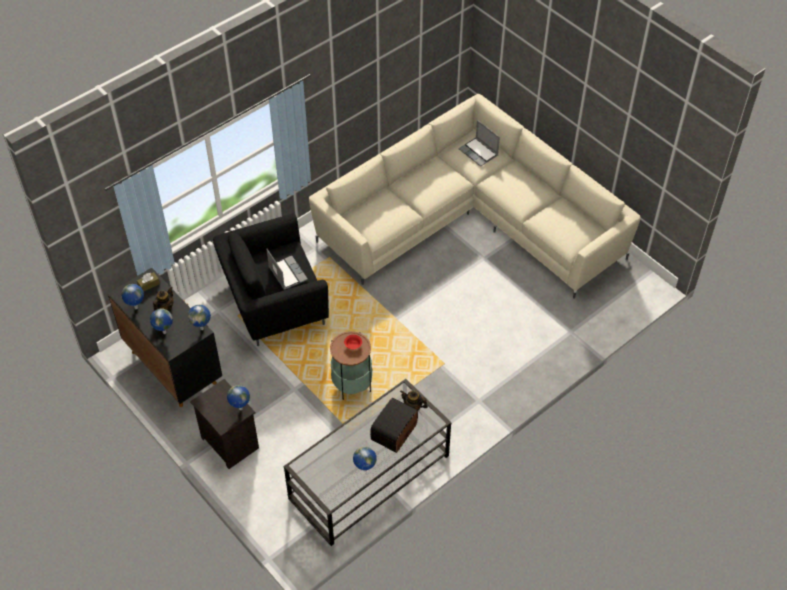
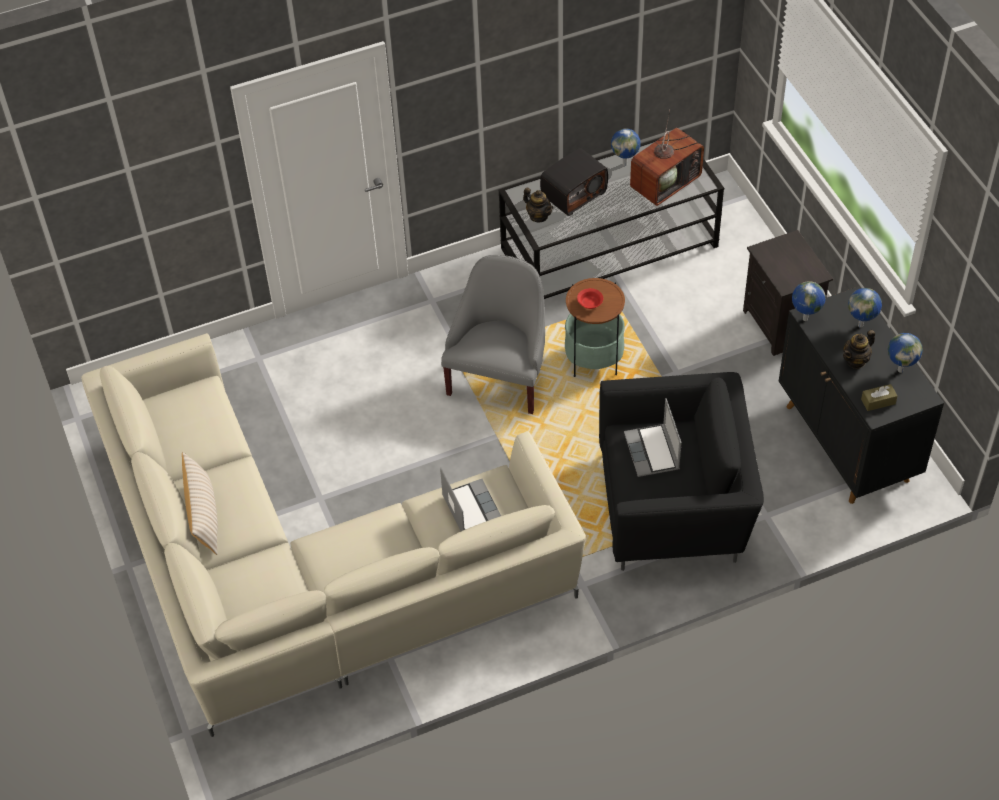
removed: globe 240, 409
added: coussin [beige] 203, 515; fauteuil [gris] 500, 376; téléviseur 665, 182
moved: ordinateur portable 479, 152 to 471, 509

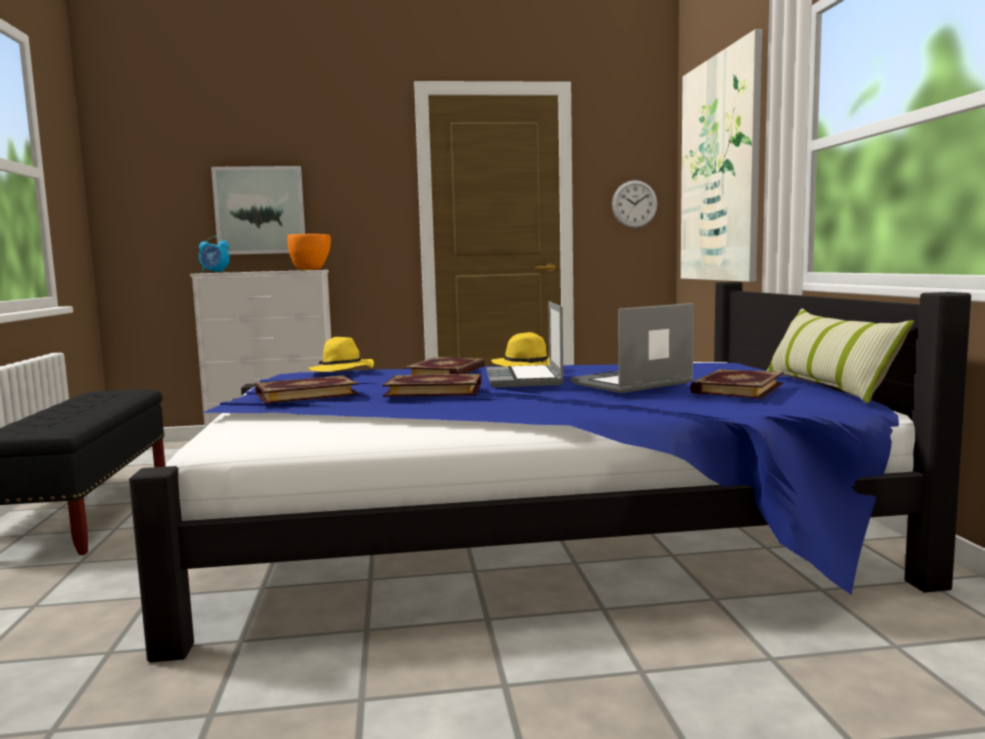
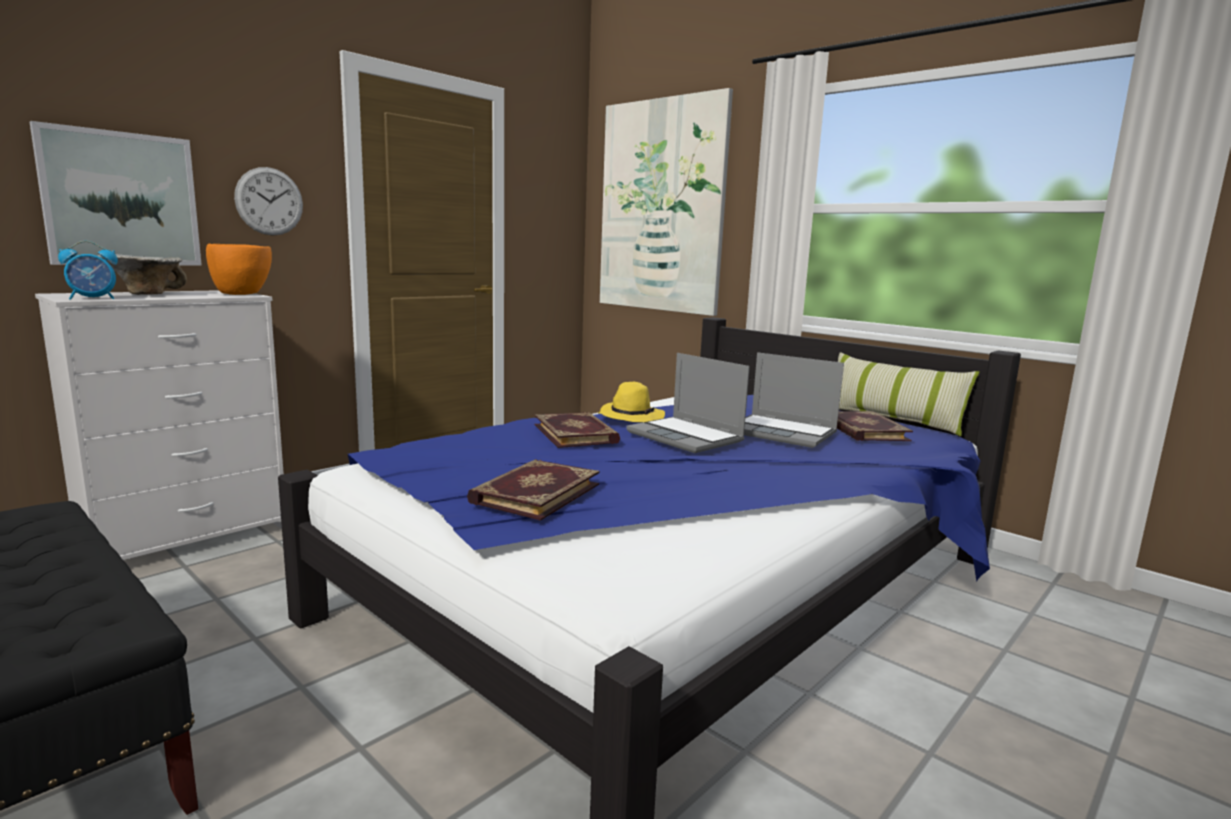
removed: chapeau [jaune] 342, 371; livre 434, 390
added: bol 146, 293
moved: horloge murale 634, 204 to 269, 201
turned: ordinateur portable 632, 383 = 783, 433 75 degrees counterclockwise

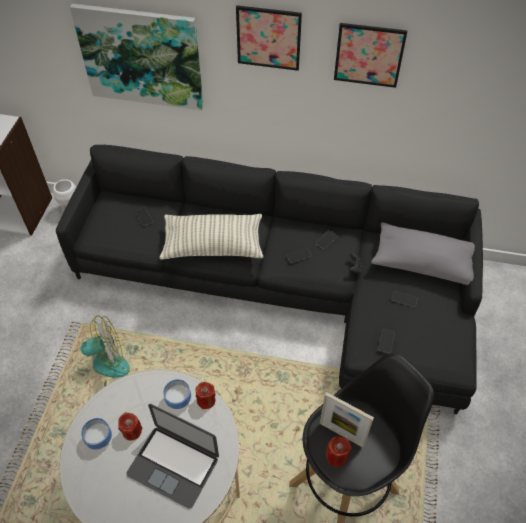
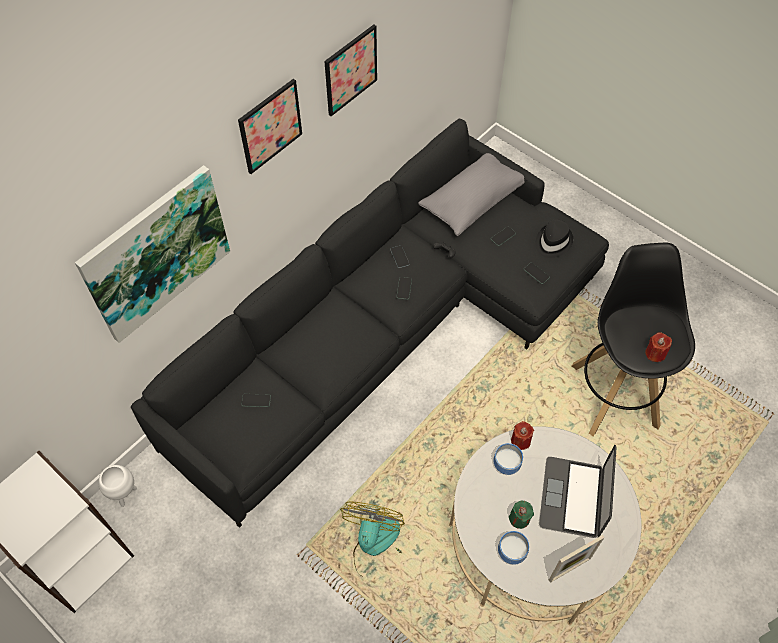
removed: coussin 213, 245
added: chapeau [noir] 552, 242
moved: cadre photo 341, 434 to 569, 569
recoloured: bougie [rouge] 132, 431 to bougie [vert] 519, 518
turned: ordinateur portable 173, 465 = 572, 497 135 degrees clockwise

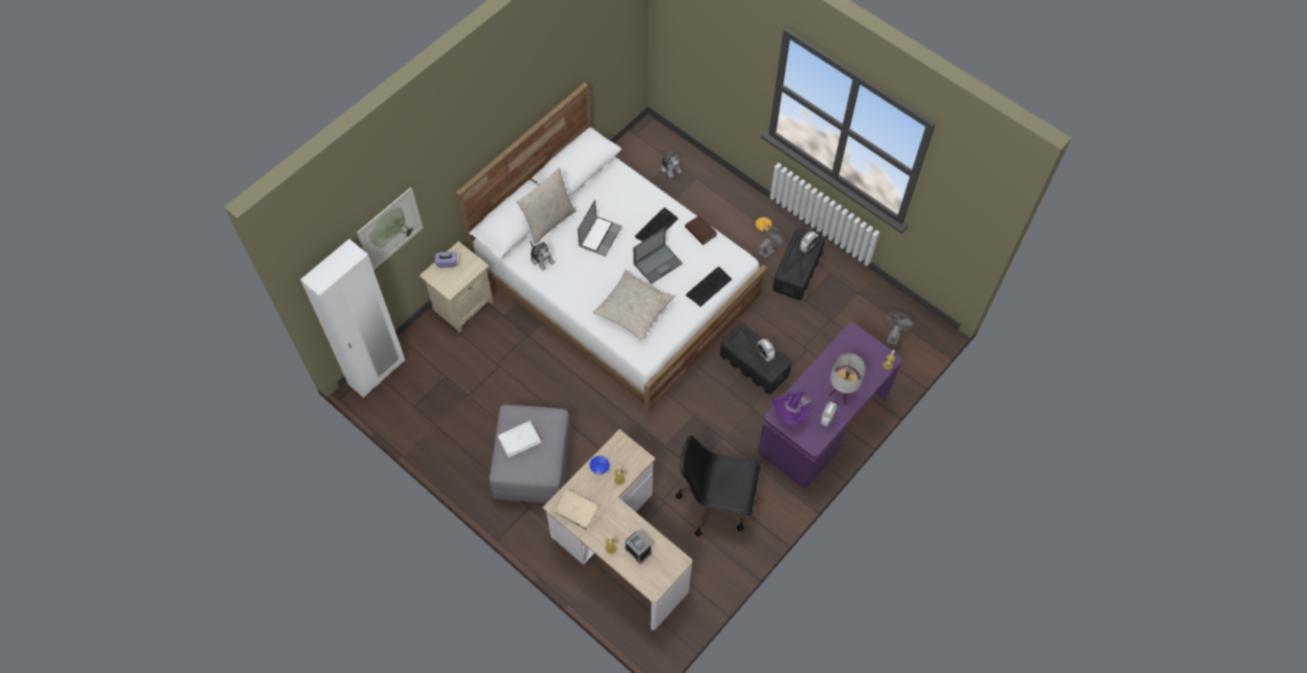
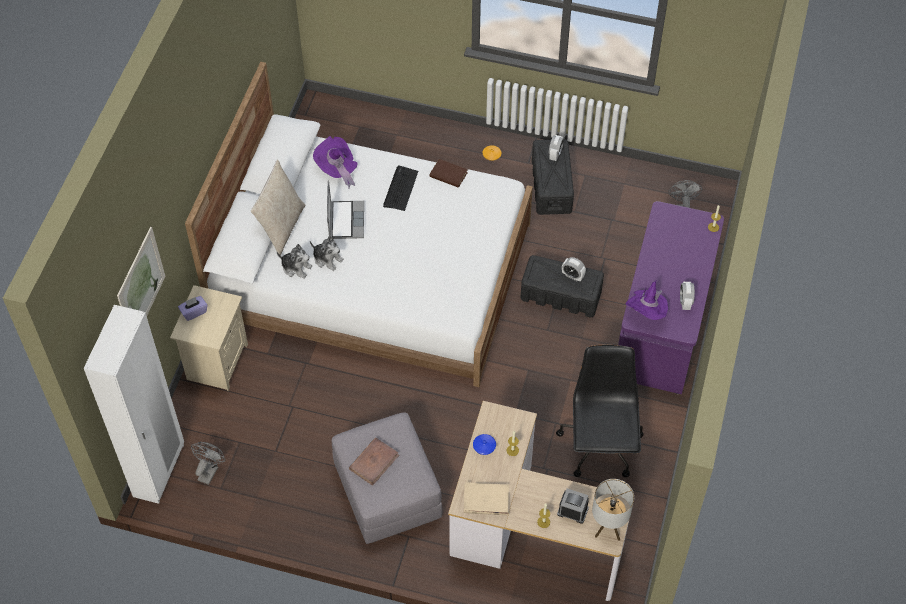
removed: coussin [beige] 633, 309; ordinateur portable 658, 263; clavier 709, 287
added: chapeau [violet] 337, 169
moved: peluche 670, 168 to 327, 259; ventilateur [gris] 769, 250 to 209, 470; lampe de table 841, 393 to 608, 527
recoloured: livre [blanc] 519, 439 to livre [marron] 374, 462
turned: chaise de bureau [noir] 716, 503 = 600, 446 105 degrees clockwise

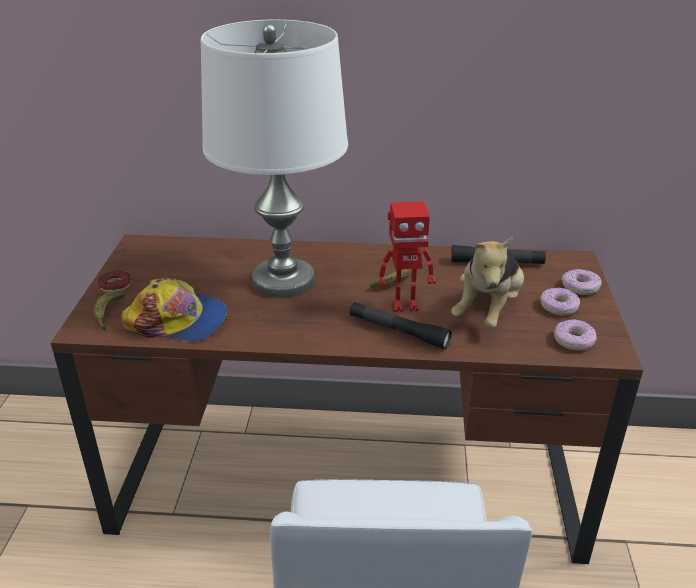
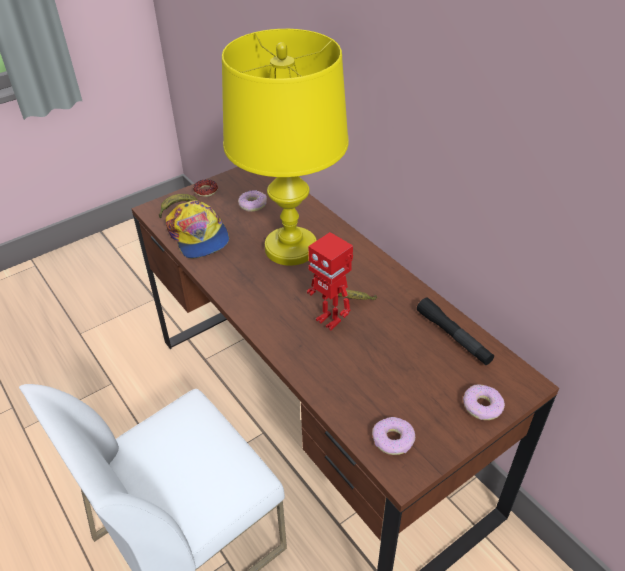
removed: lampe de poche [noir] 398, 331; peluche 488, 310
moved: beignet 558, 307 to 252, 204
recoloured: lampe de table [blanc] 283, 280 to lampe de table [jaune] 291, 248

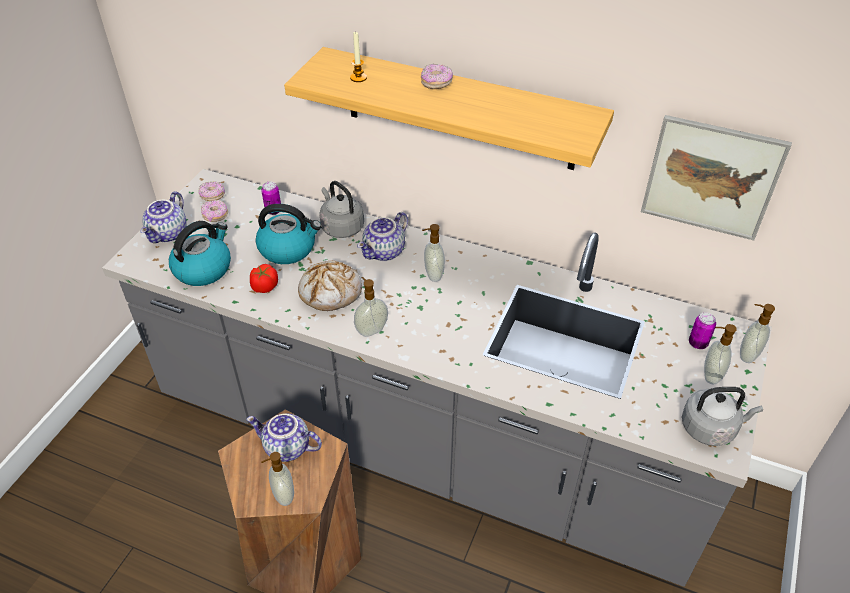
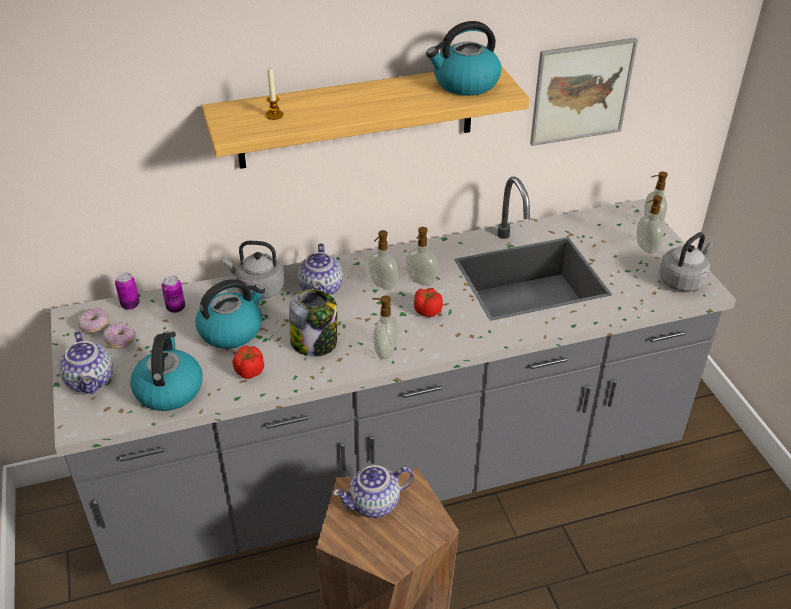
removed: beignet 436, 83
added: tomate 427, 311; bouilloire 465, 84
moved: distributeur de savon 283, 495 to 421, 281; boîte métallique 697, 343 to 130, 305
replaced: pain 331, 292 to bocal 315, 343

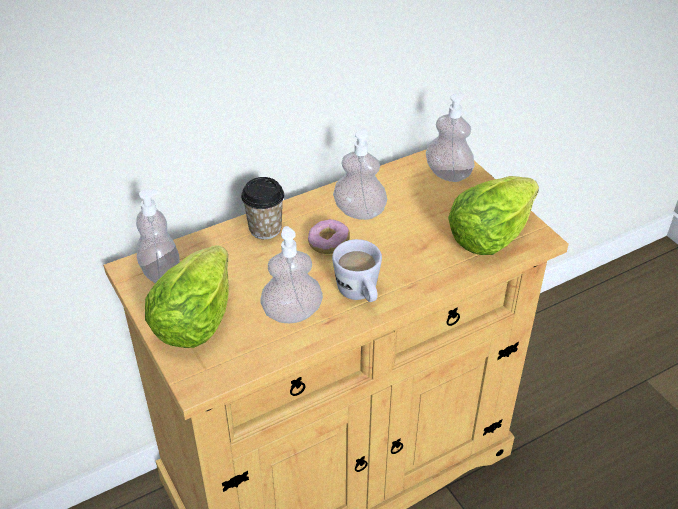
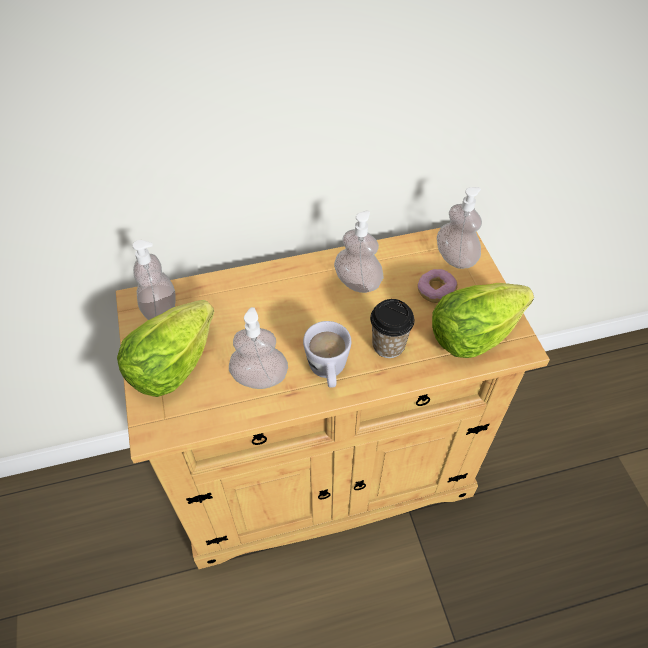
moved: tasse 265, 229 to 388, 345; beignet 328, 243 to 436, 291

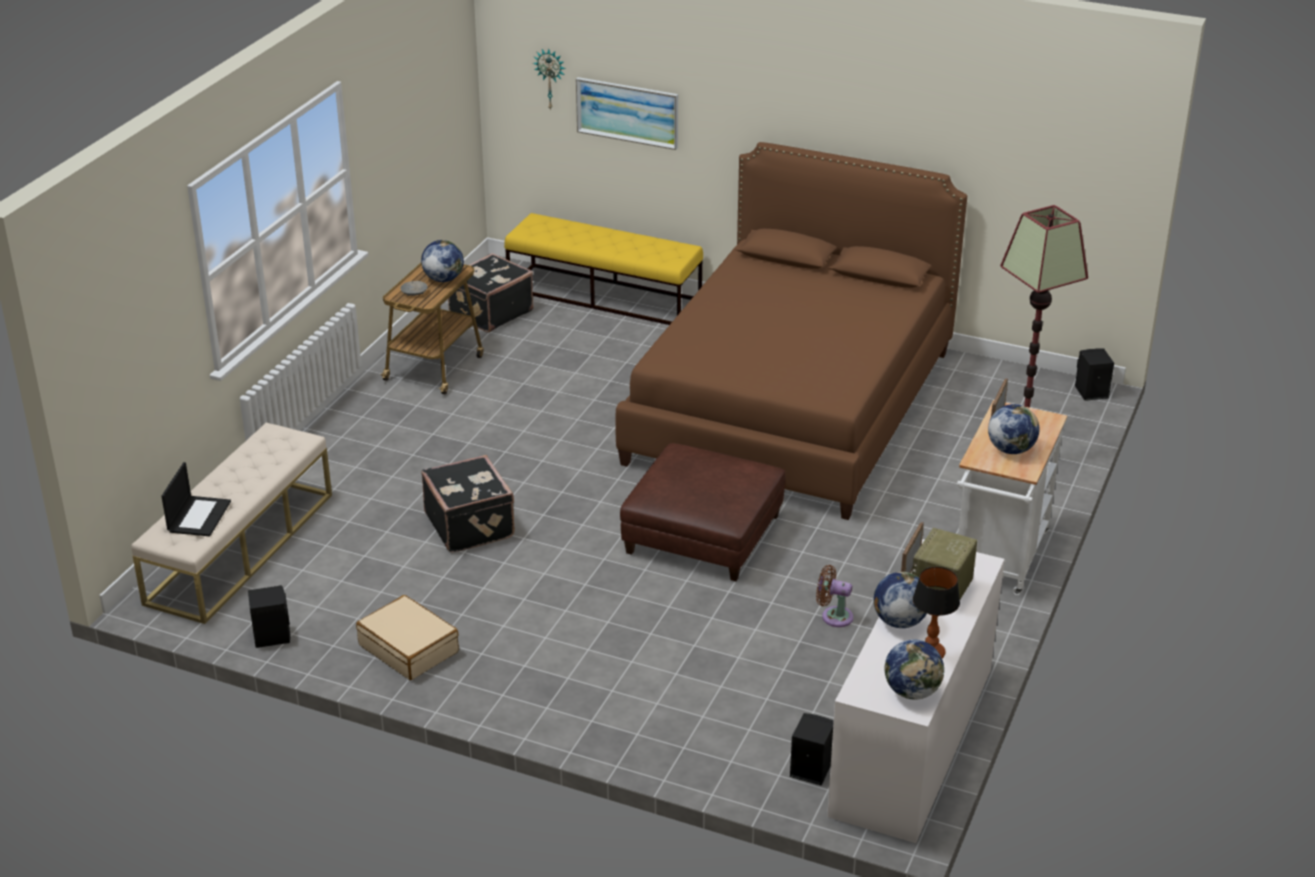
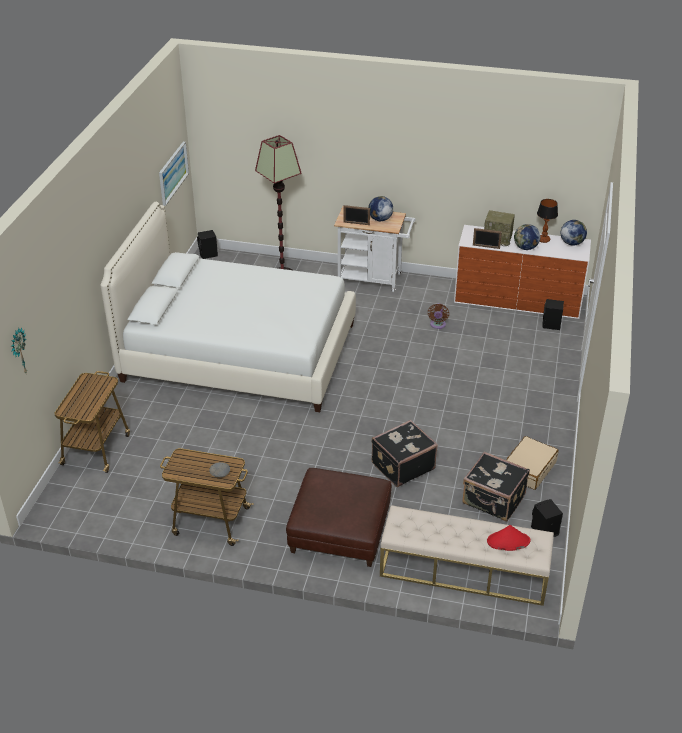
removed: globe 443, 279
moved: valise [noir] 490, 312 to 493, 500; tableau 627, 112 to 173, 173; pouf [marron] 704, 534 to 339, 530
replaced: ordinateur portable 199, 516 to chapeau [rouge] 508, 541; banc [jaune] 604, 296 to chariot 96, 448
recoloured: lit [marron] 791, 406 to lit [blanc] 239, 352

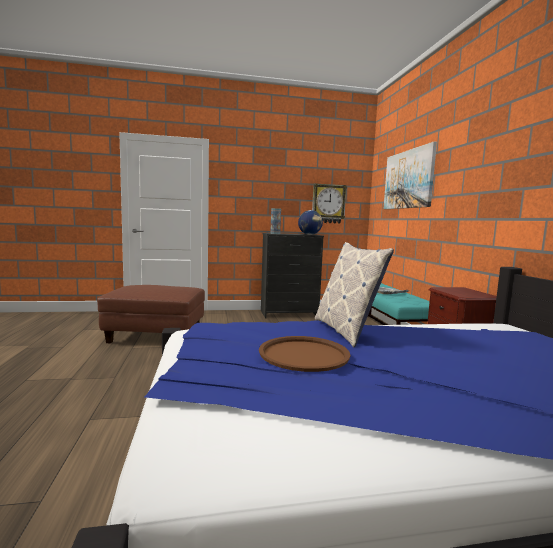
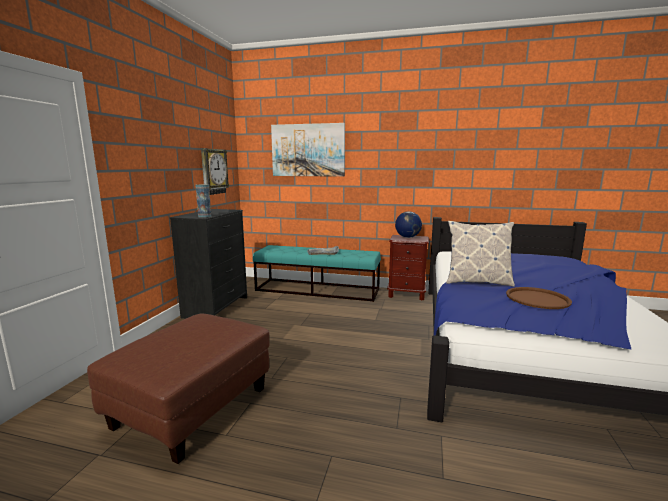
moved: globe 310, 234 to 407, 237

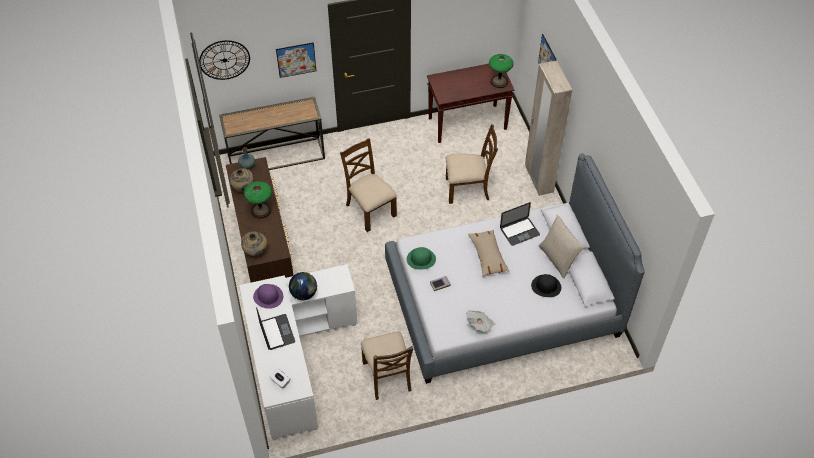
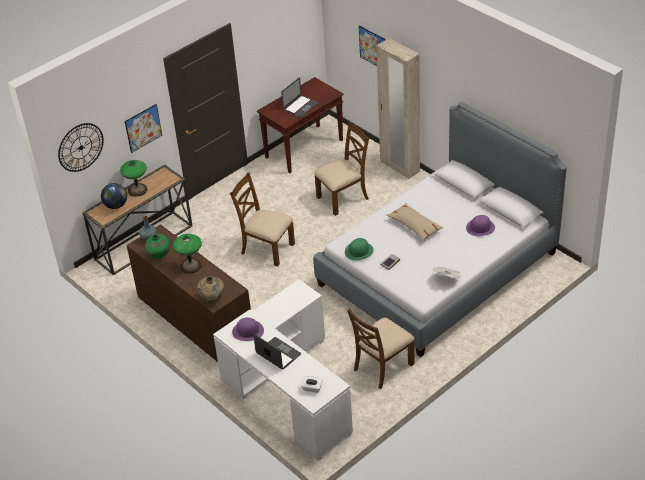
removed: coussin [beige] 558, 259
moved: globe 304, 294 to 116, 205; lampe de table 499, 82 to 137, 190; ordinateur portable 519, 231 to 300, 106
recoloured: vase [beige] 243, 189 to vase [vert] 159, 256; chapeau [noir] 546, 286 to chapeau [violet] 480, 228
turned: chaise [marron] 387, 376 = 382, 367 90 degrees clockwise

